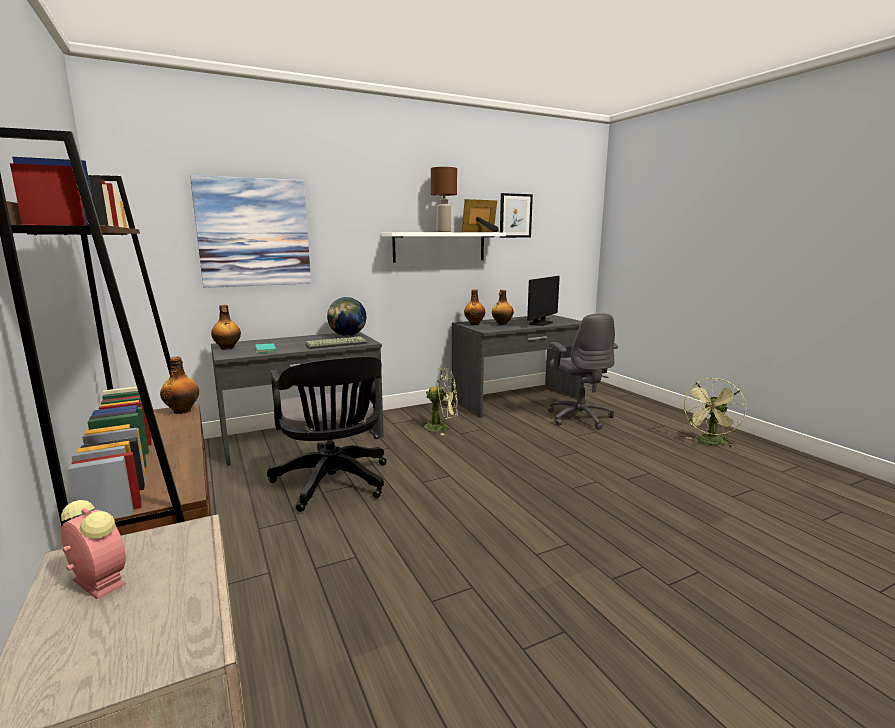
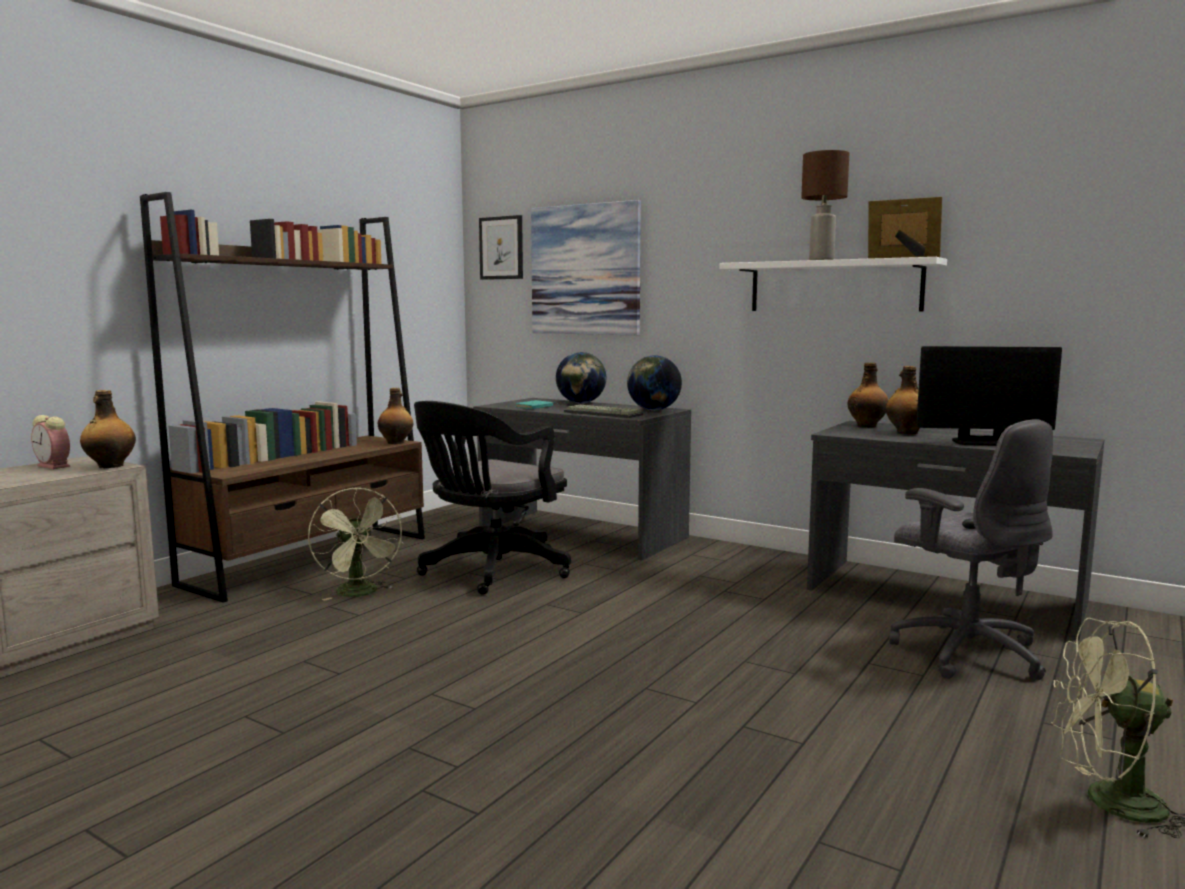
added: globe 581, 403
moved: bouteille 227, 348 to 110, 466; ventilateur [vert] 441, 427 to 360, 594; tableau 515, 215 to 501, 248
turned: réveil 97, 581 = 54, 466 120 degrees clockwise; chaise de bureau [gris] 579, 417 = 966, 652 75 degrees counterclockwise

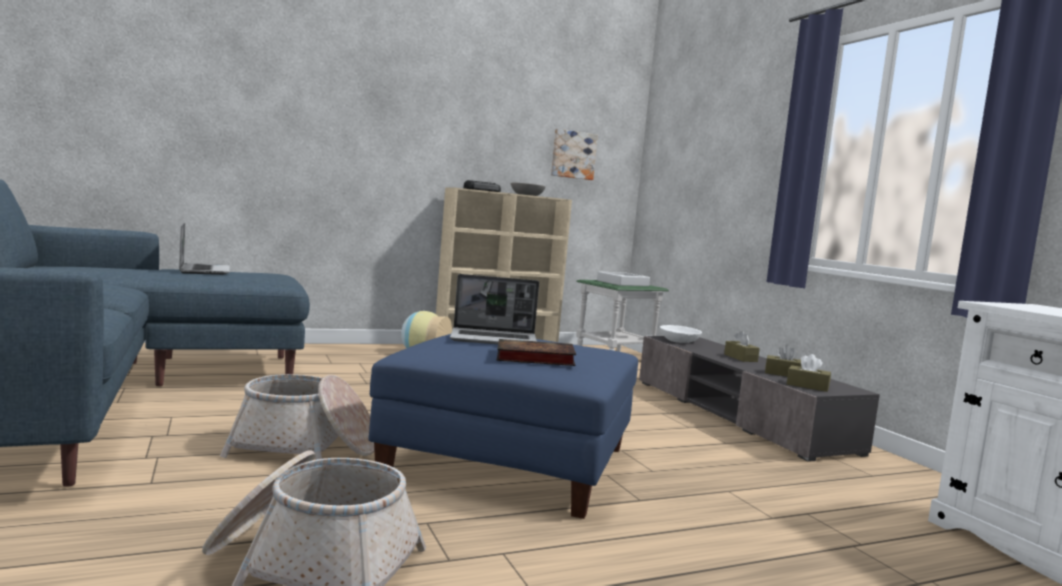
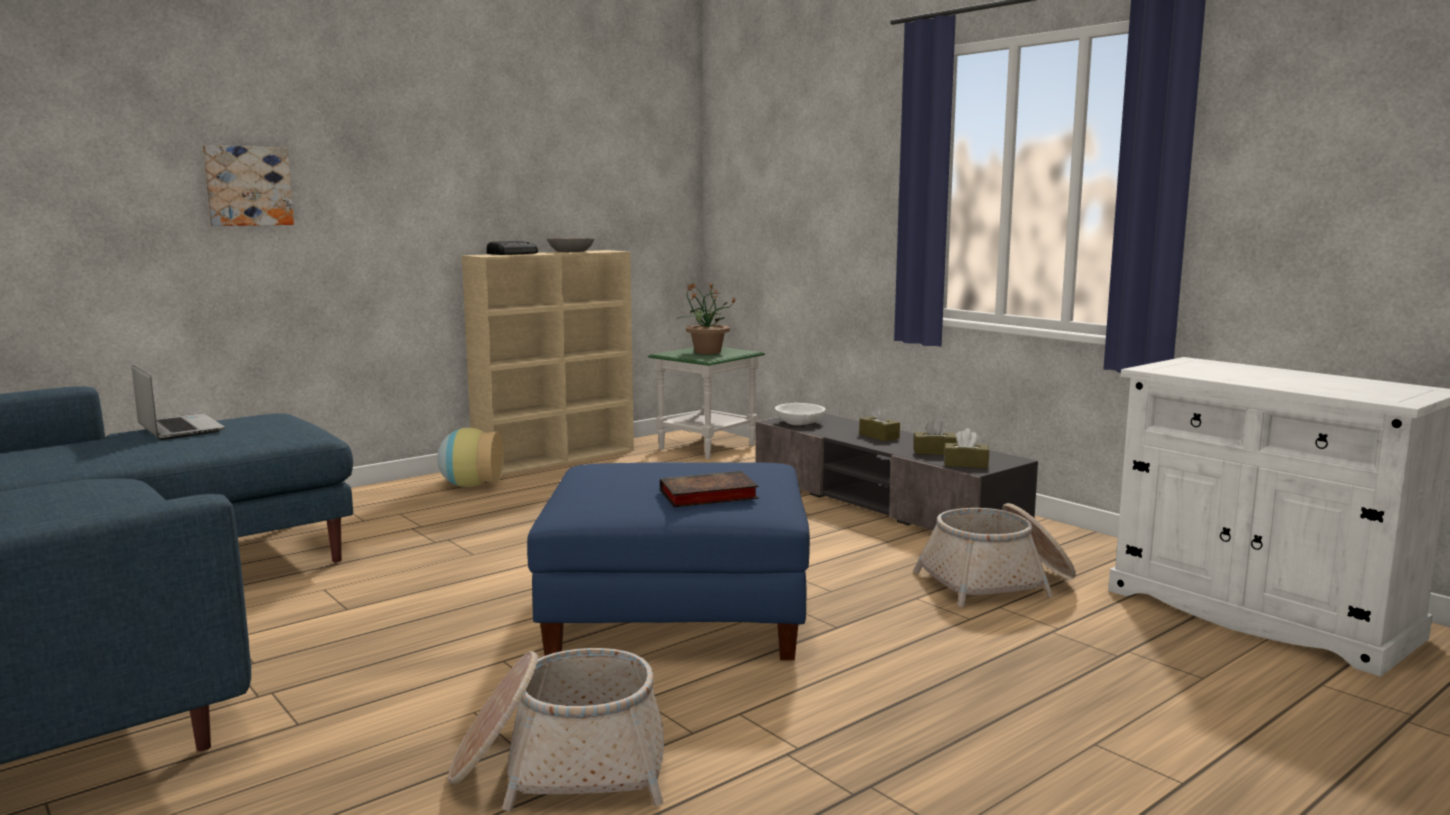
removed: ordinateur portable 495, 339
moved: panier 305, 447 to 997, 583; tableau 573, 155 to 248, 186
replaced: plateau [gris] 622, 283 to plante en pot 706, 352

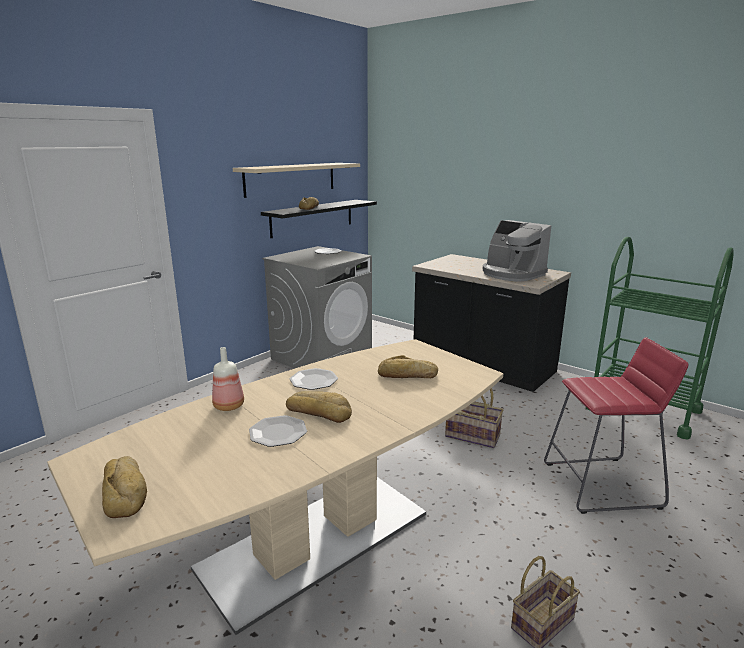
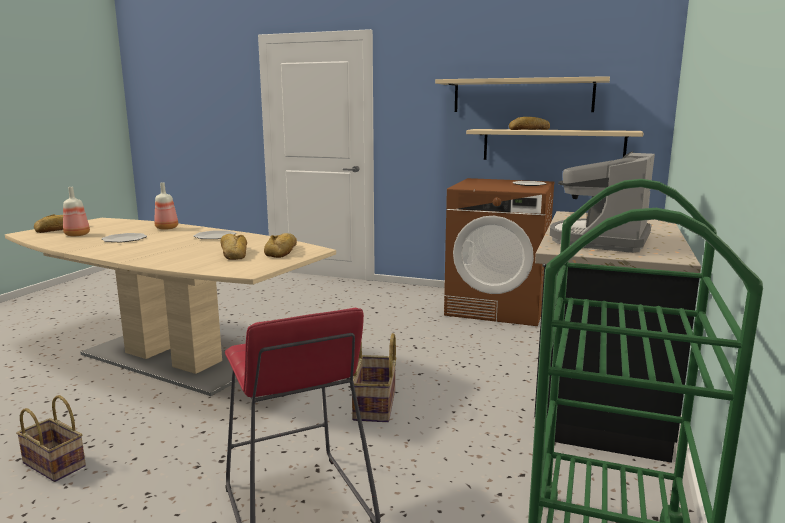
added: bouteille 78, 235
moved: pain 319, 412 to 283, 251
recoloured: étagère [noir] 312, 218 to étagère [beige] 552, 145; lave-linge [gris] 322, 356 to lave-linge [marron] 498, 307

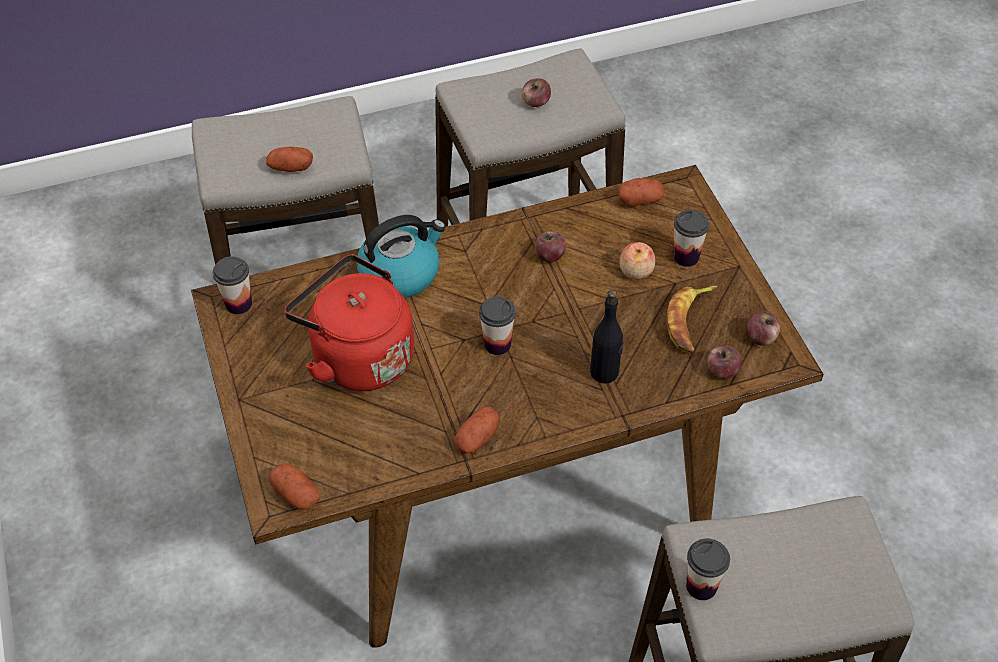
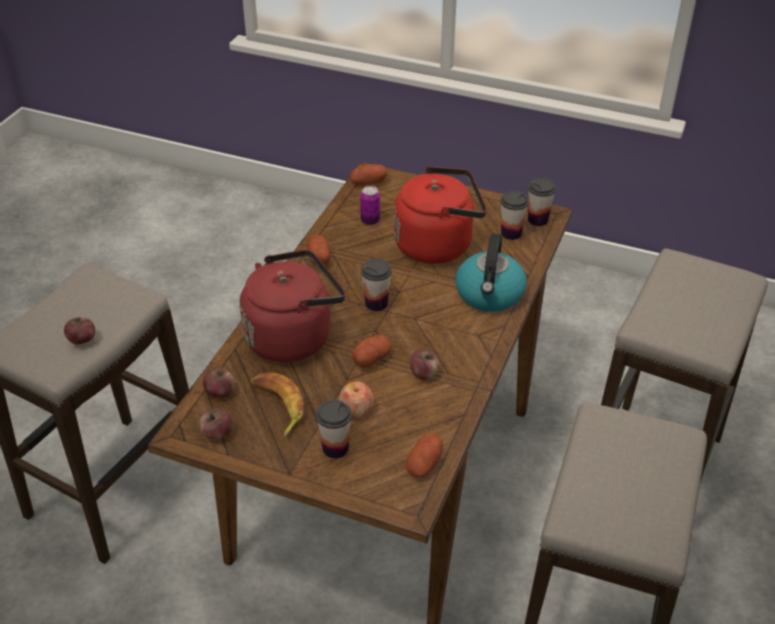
added: boîte métallique 370, 221
moved: pomme de terre 290, 167 to 372, 359; pomme 536, 102 to 82, 339; tasse 701, 586 to 511, 233
replaced: bouteille [noir] 605, 372 to bouilloire [rouge] 293, 336

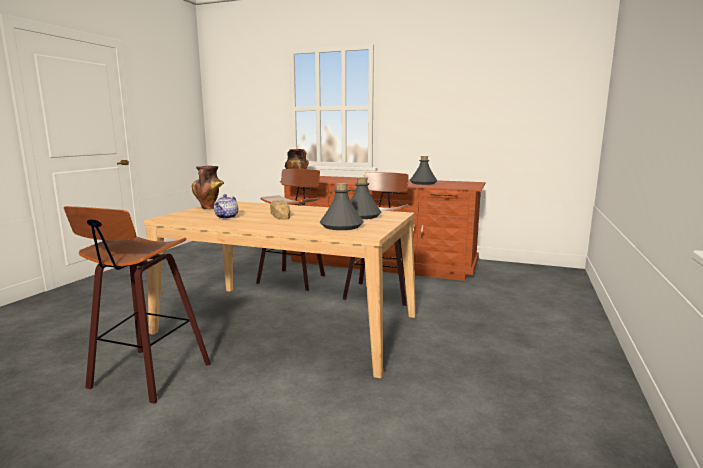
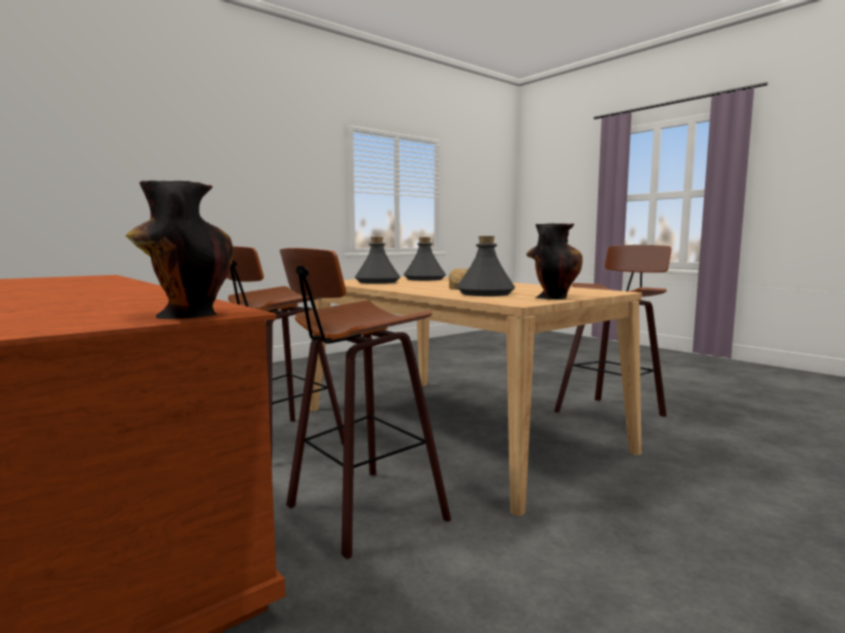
removed: théière 227, 217
moved: bouteille [gris] 423, 183 to 486, 293

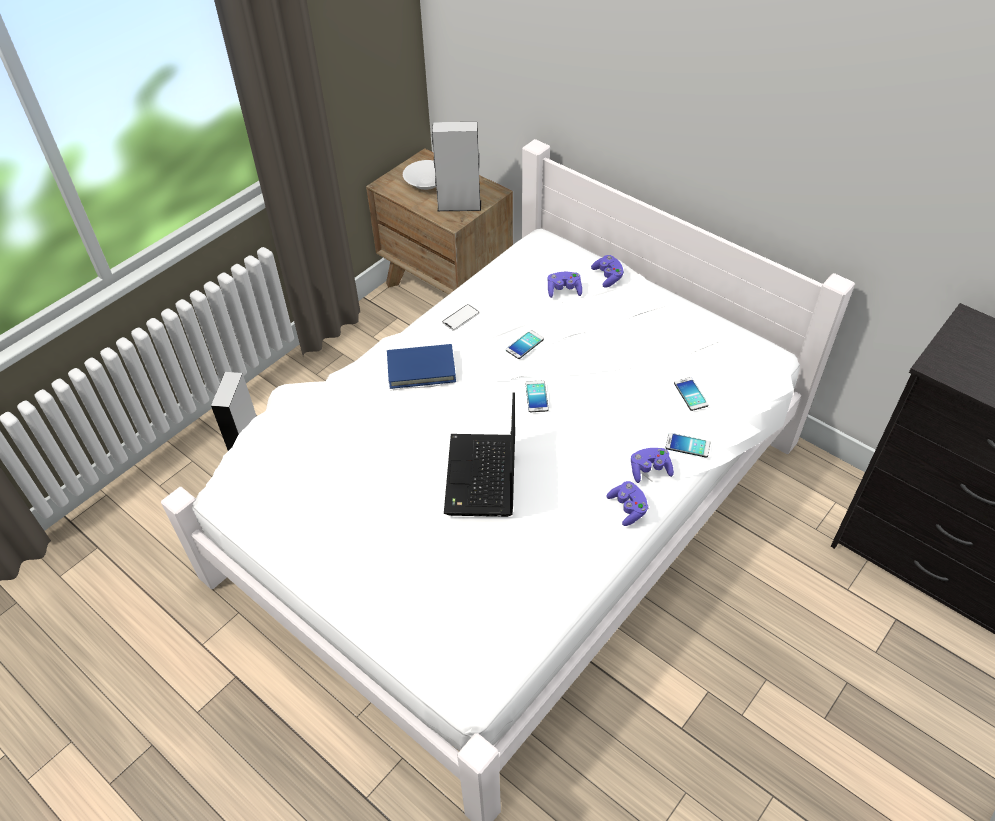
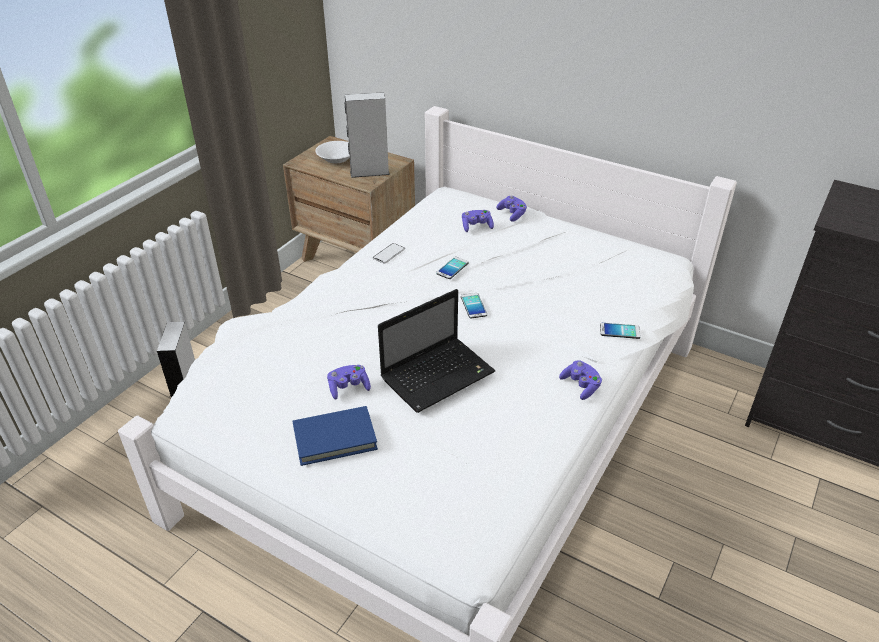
removed: téléphone 690, 394
moved: livre [bleu] 421, 369 to 335, 438; manette [violet] 649, 470 to 348, 388
turned: ordinateur portable 482, 478 = 439, 374 120 degrees counterclockwise

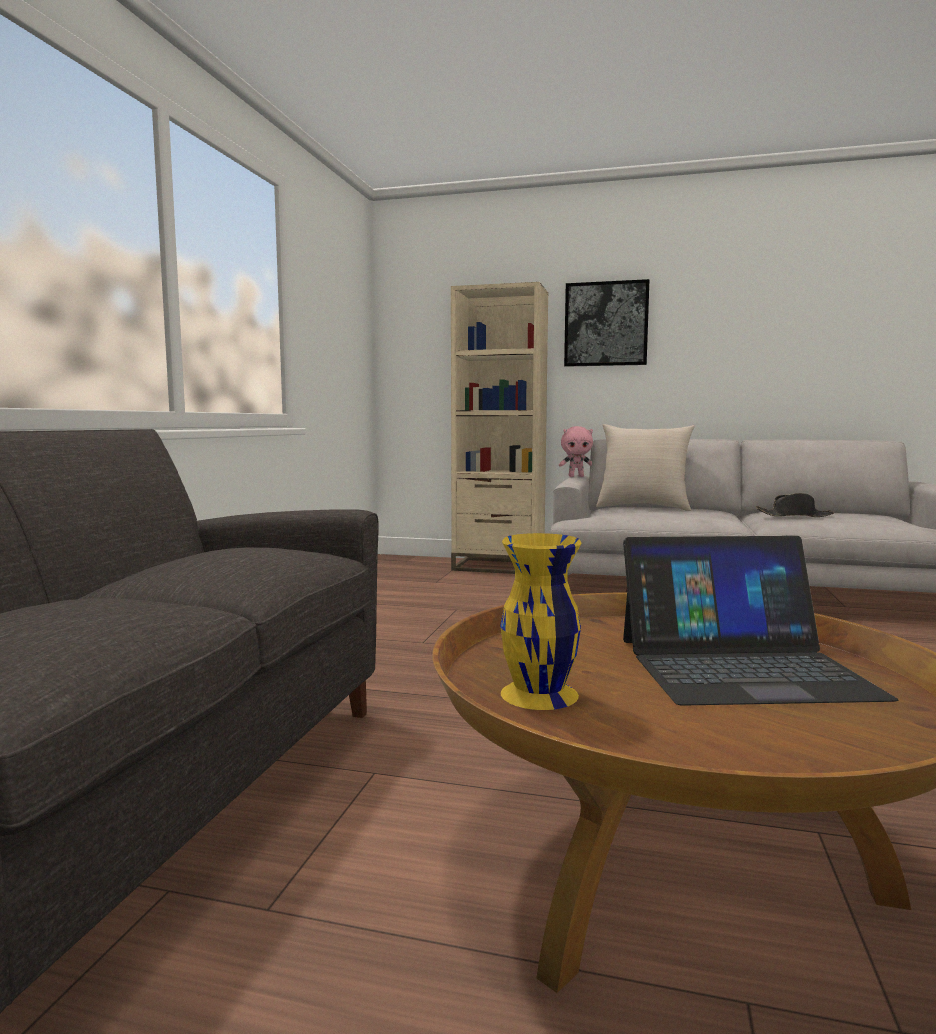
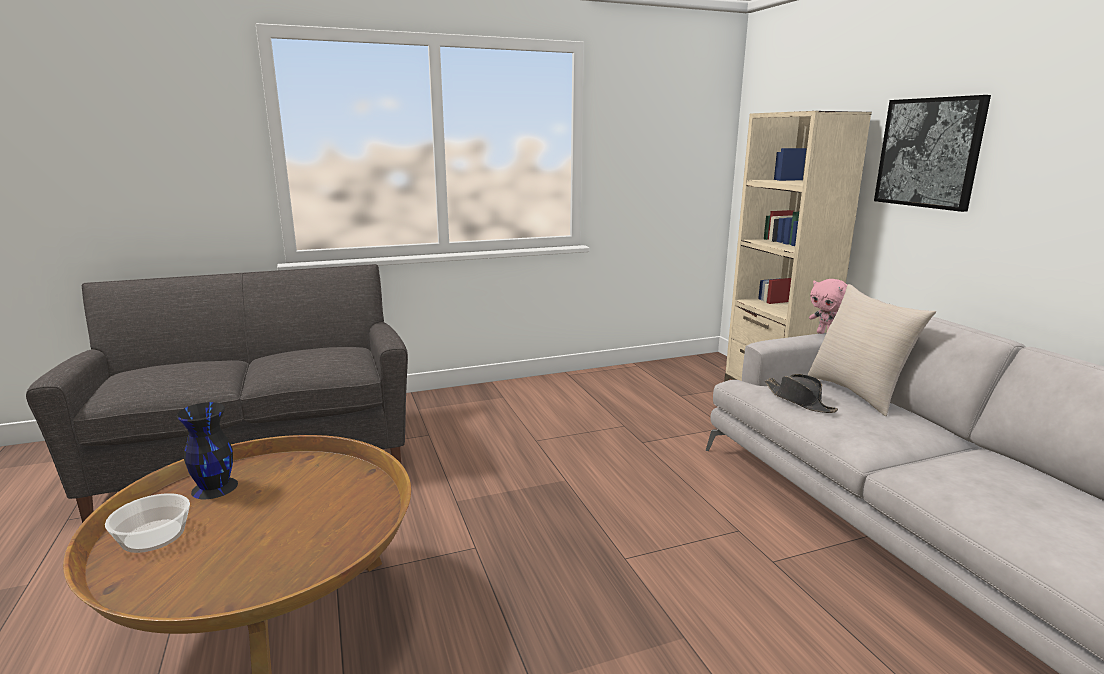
removed: ordinateur portable 742, 667
added: bol 153, 536
moved: chapeau [noir] 794, 516 to 799, 400
recoloured: vase [jaune] 538, 694 to vase [noir] 214, 487

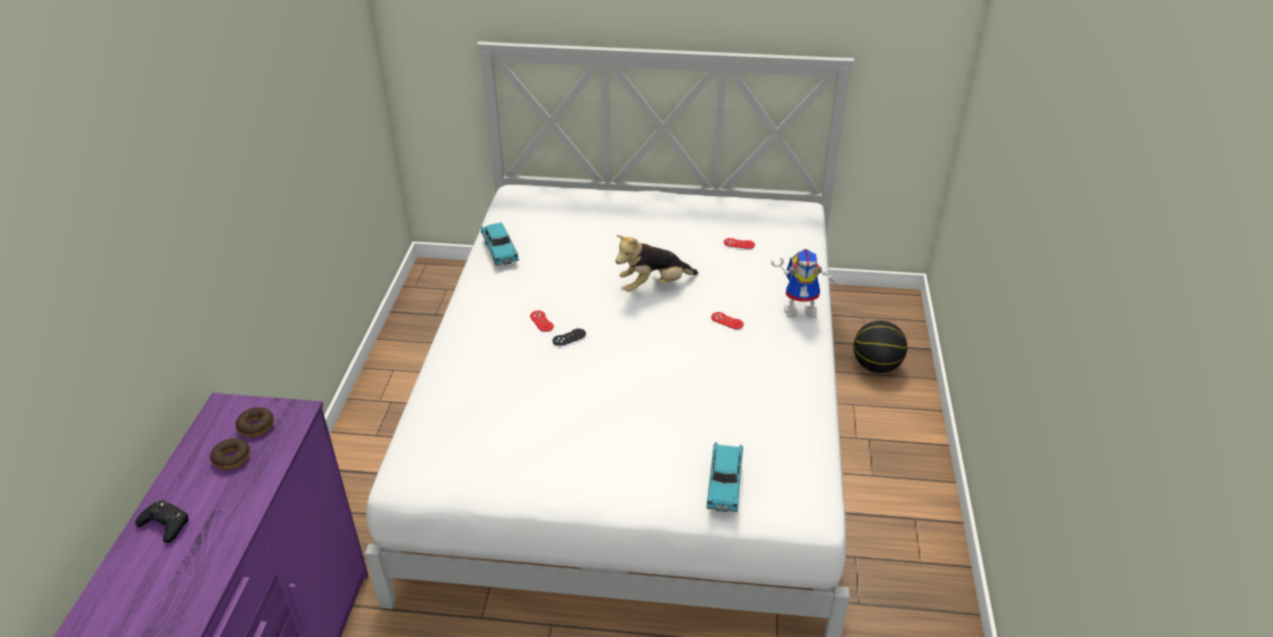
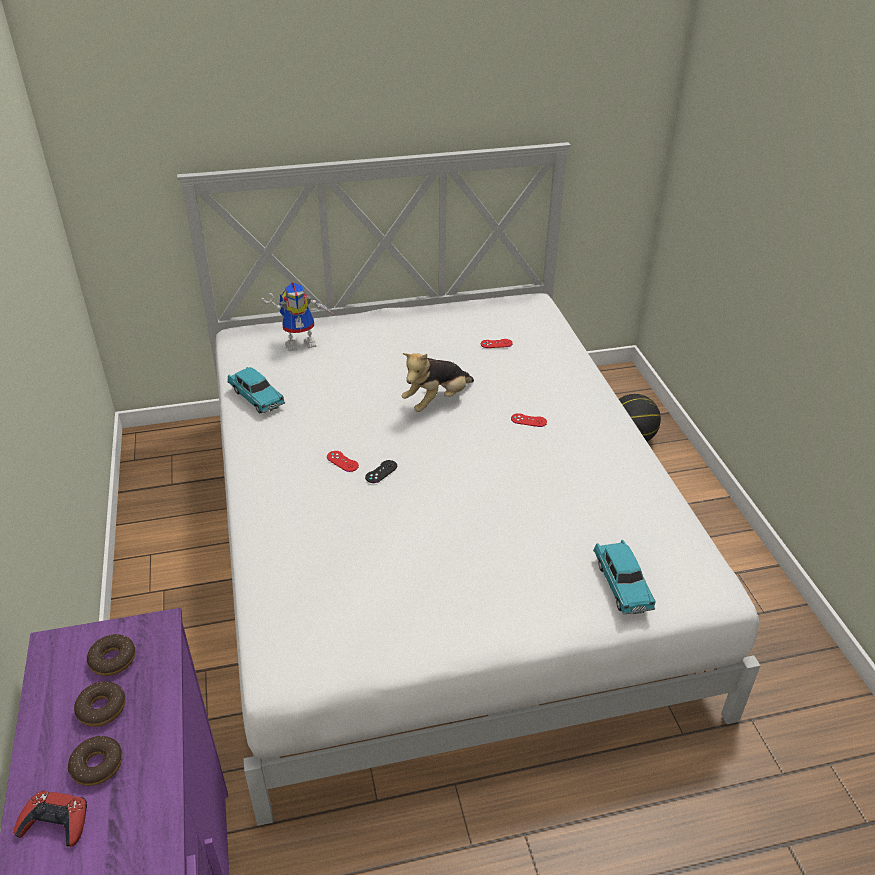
added: beignet 97, 765
moved: robot jouet 802, 309 to 302, 342
recoloured: manette [noir] 165, 525 to manette [rouge] 55, 822

